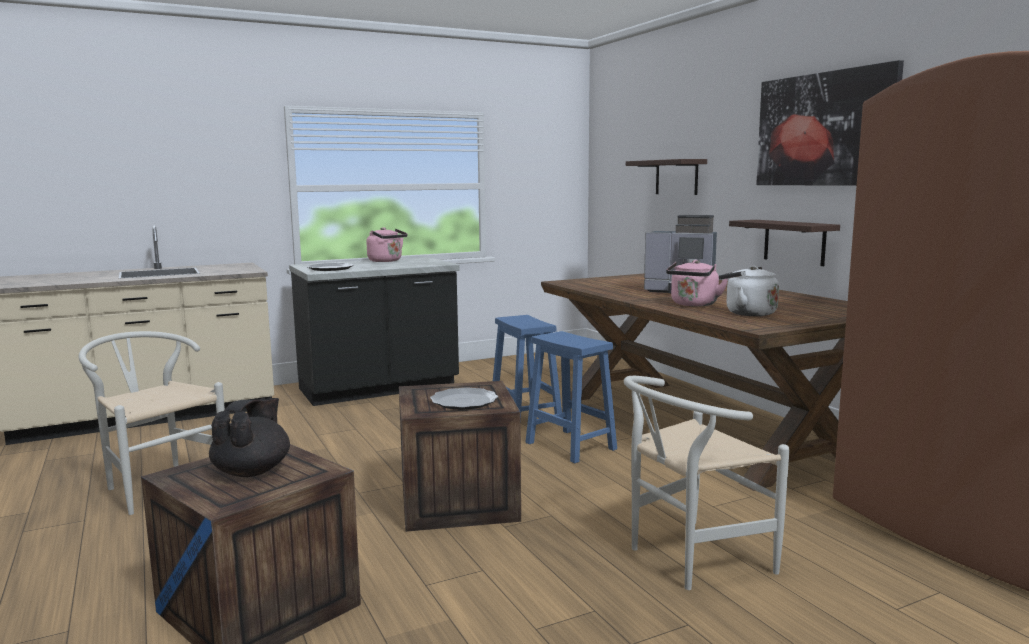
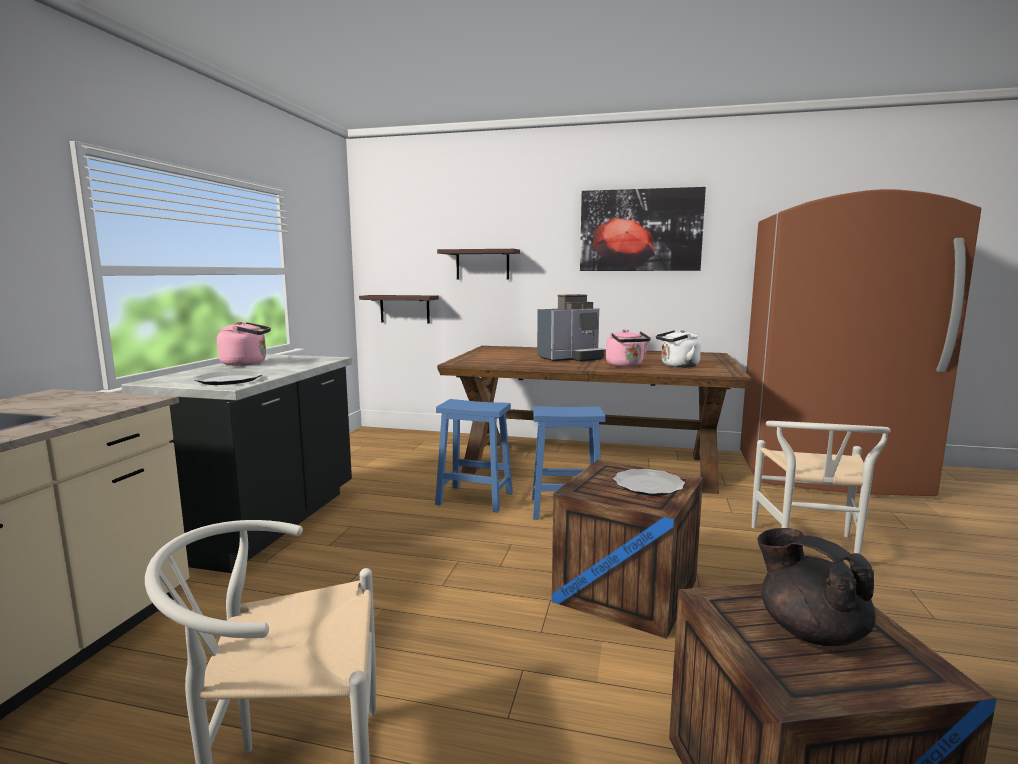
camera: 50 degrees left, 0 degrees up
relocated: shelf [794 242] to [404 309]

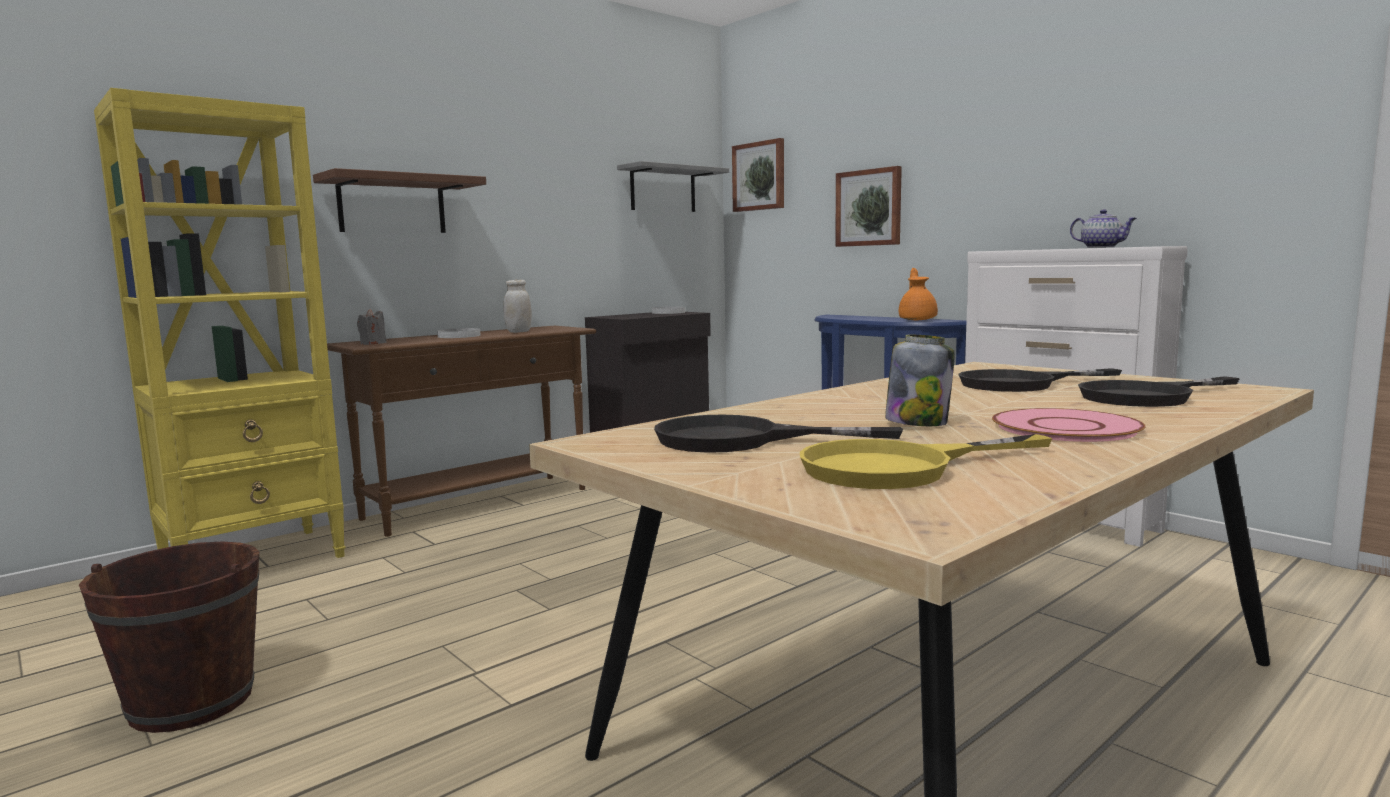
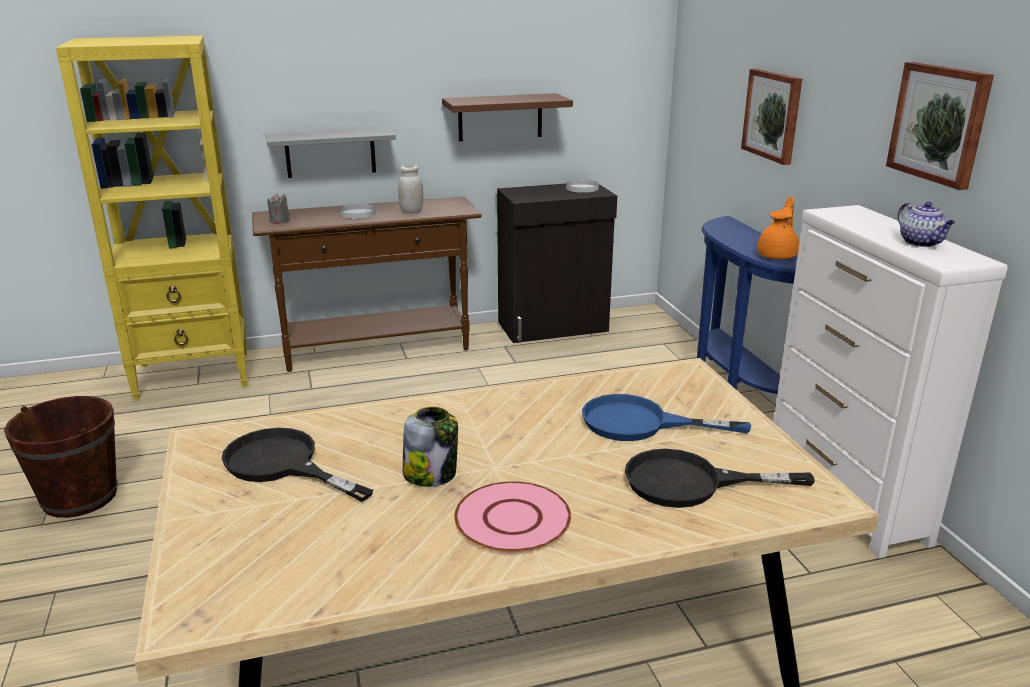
camera: 25 degrees right, 15 degrees up
missing: yellow frying pan [899 467]
relocated: grey shelf [663 189] to [330 152]; brown shelf [392 205] to [500 117]; picture [759 176] to [940 123]
colour: black frying pan [1021 384] to blue frying pan [640 423]

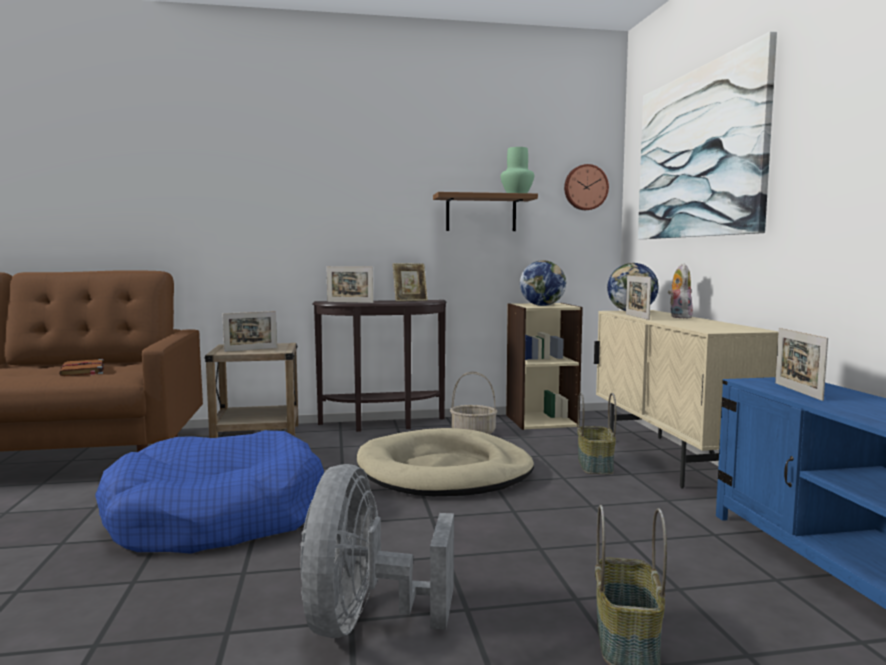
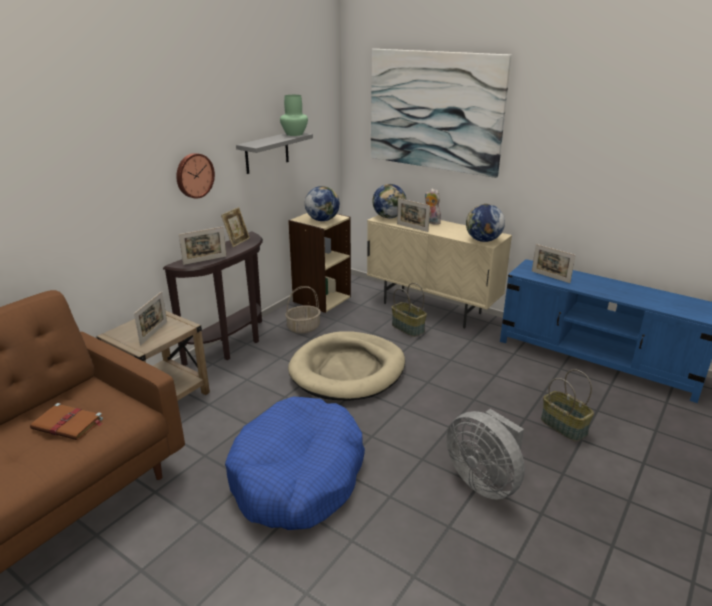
camera: 45 degrees left, 20 degrees up
appeared: globe [483 240]
relocated: wall clock [585 187] to [194 175]
colour: brown shelf [481 213] to grey shelf [267 152]

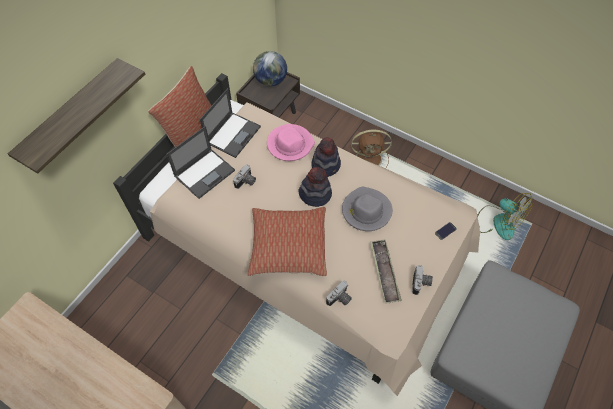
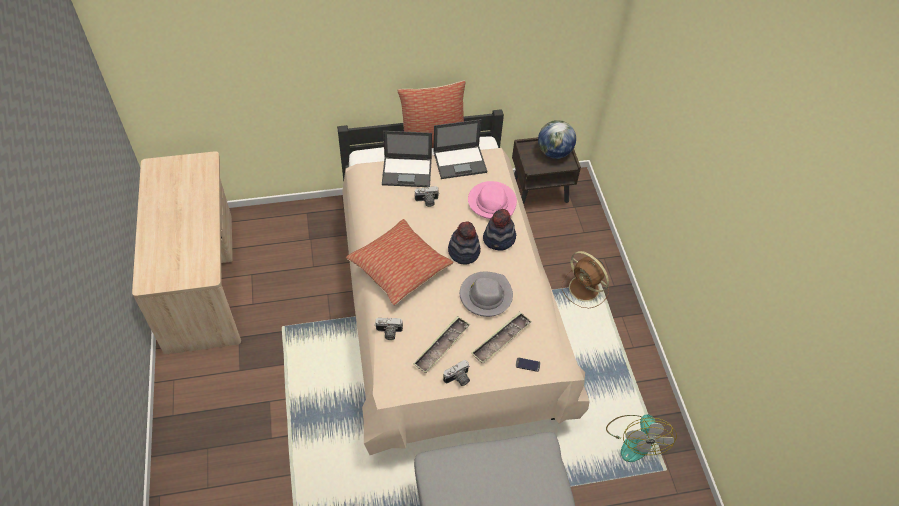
camera: 45 degrees right, 5 degrees down
missing: shelf [73 116]
appeared: tray [501 340]

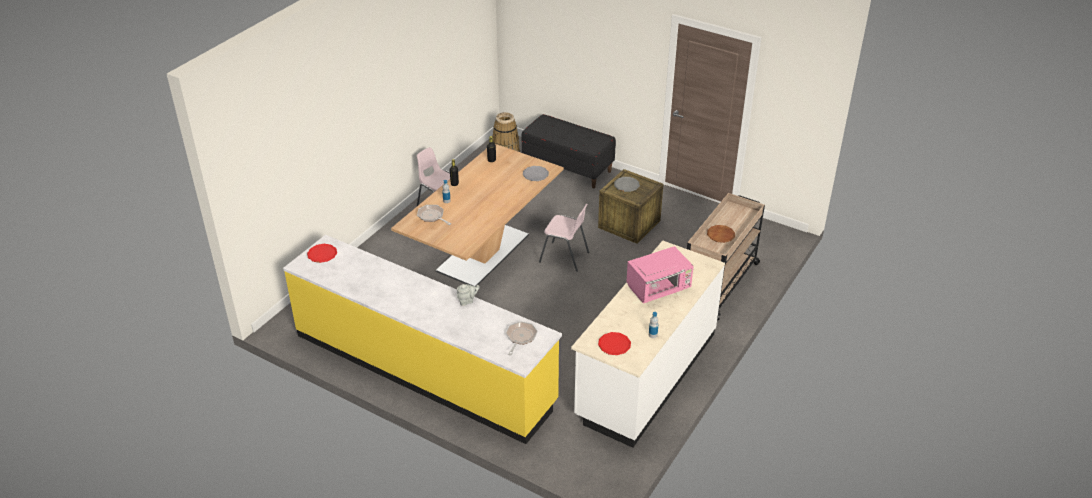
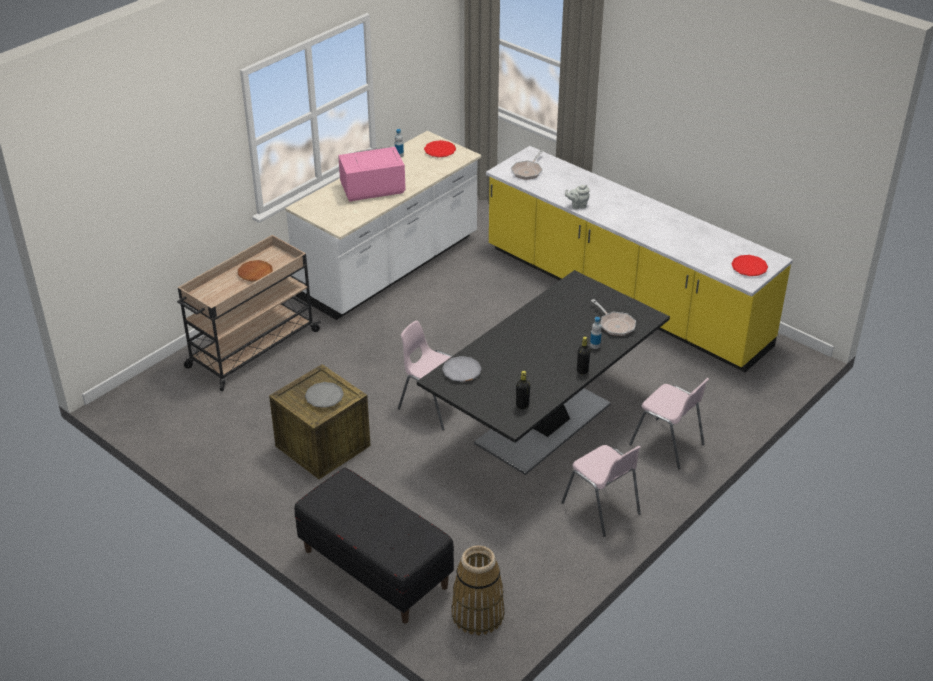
camera: 170 degrees left, 0 degrees up
appeared: pink chair [667 445]
colour: beige dining table [483 253] to black dining table [543 424]

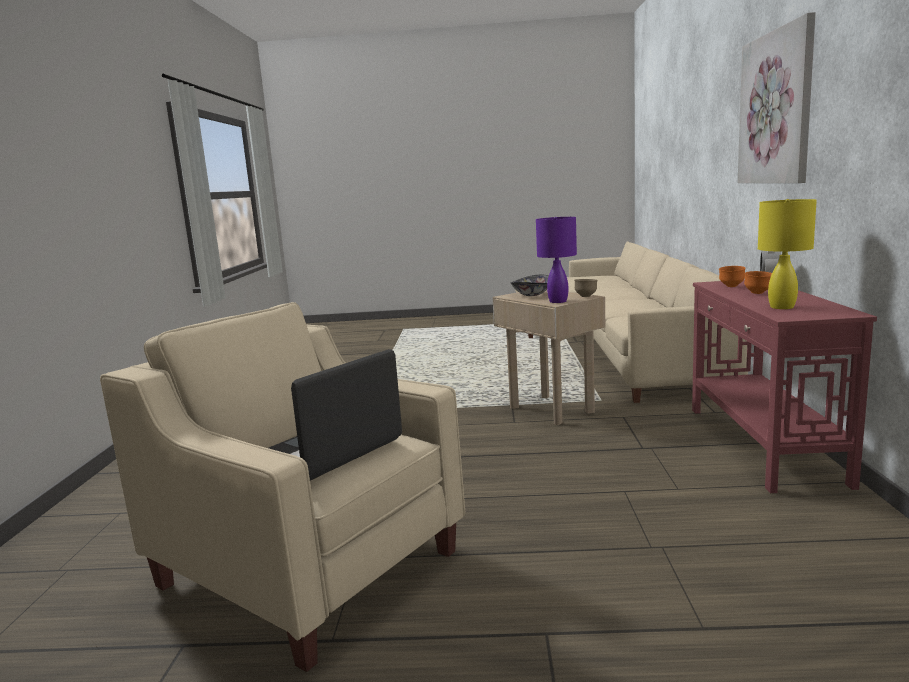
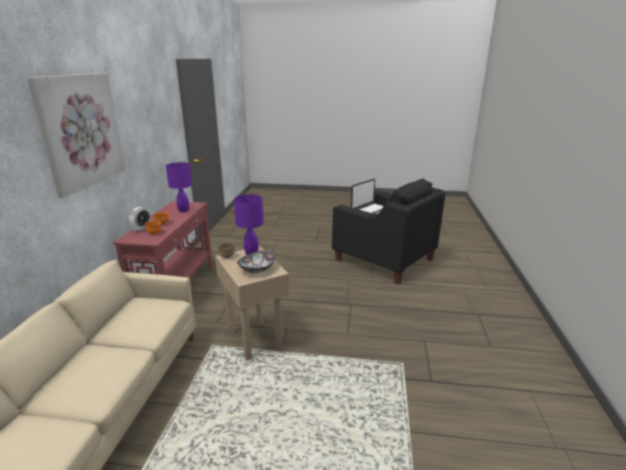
camera: 175 degrees left, 10 degrees up
colour: yellow table lamp [781 307] to purple table lamp [183 210]; beige armchair [309 568] to black armchair [383 260]

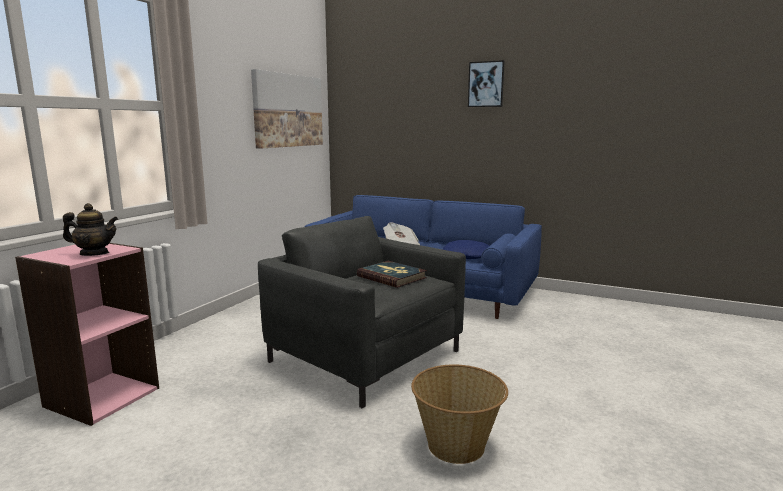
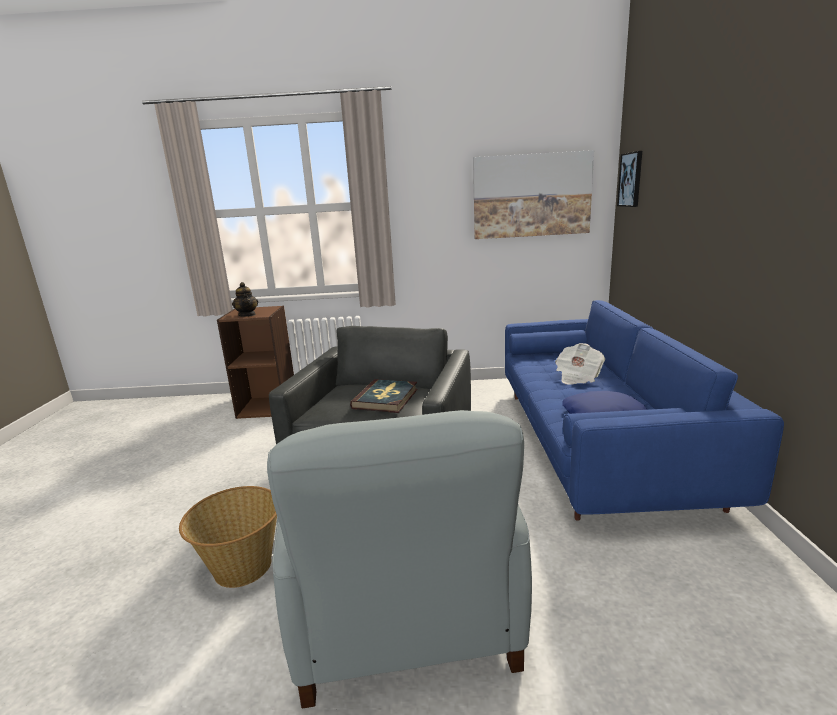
camera: 65 degrees right, 5 degrees up
appeared: grey armchair [404 609]
relocated: picture [486 84] to [631 179]
colour: pink bookcase [102 397] to brown bookcase [268 406]

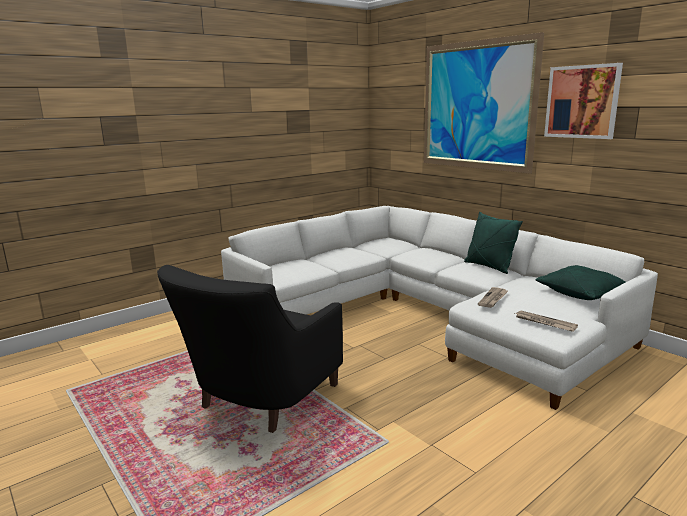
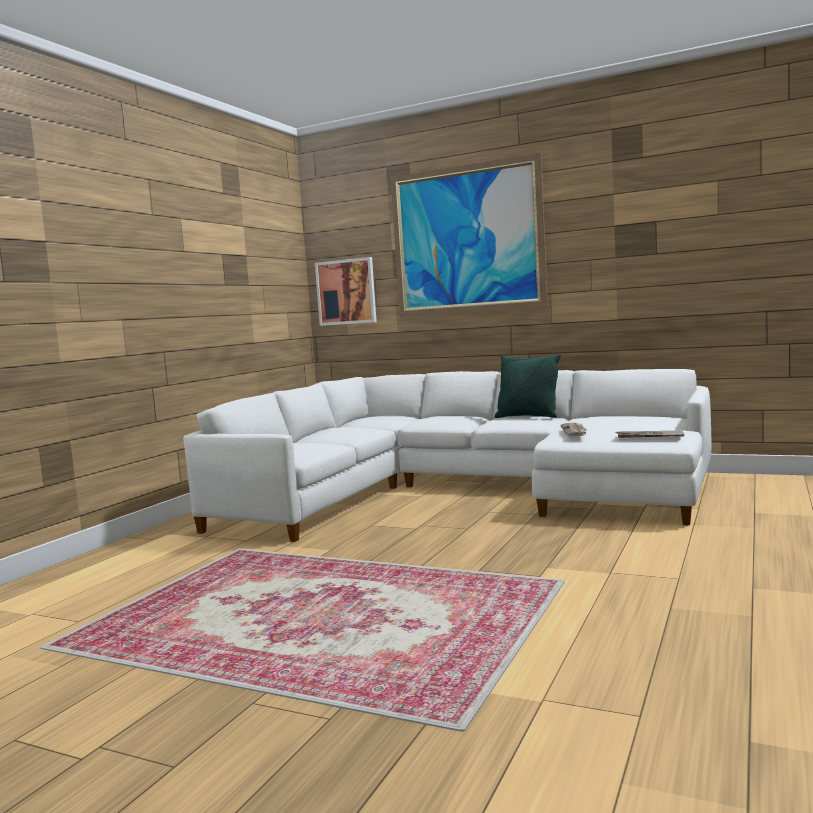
camera: 25 degrees left, 10 degrees down
missing: black armchair [259 401]; green pillow [581 293]
relocated: picture [582 102] to [346 292]

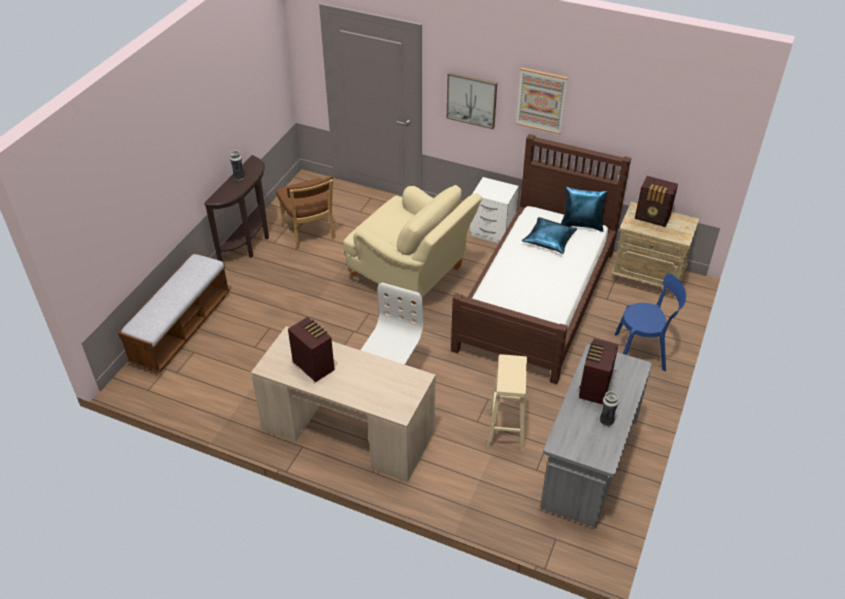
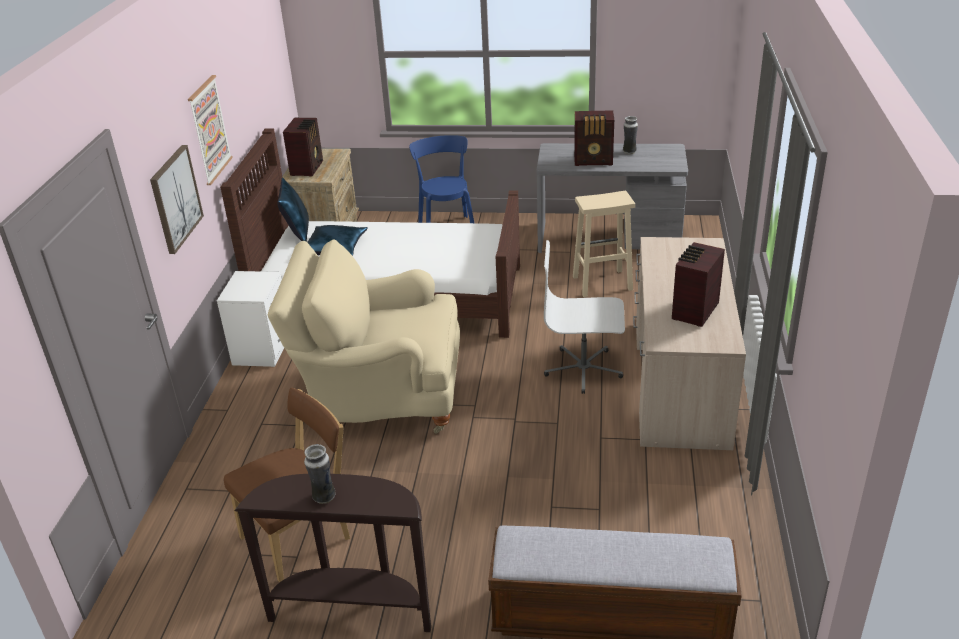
camera: 105 degrees left, 10 degrees down
spun: beige armchair [412 276] = [380 397] 105 degrees counterclockwise

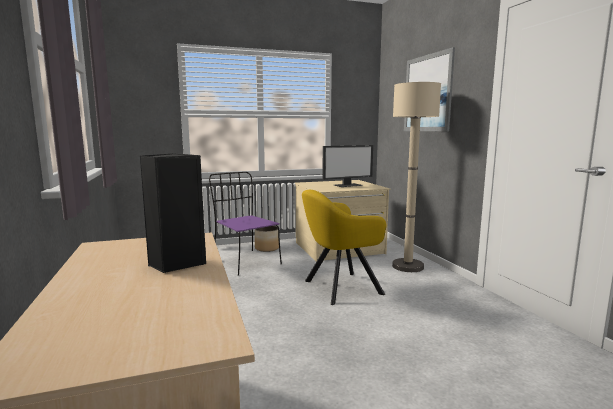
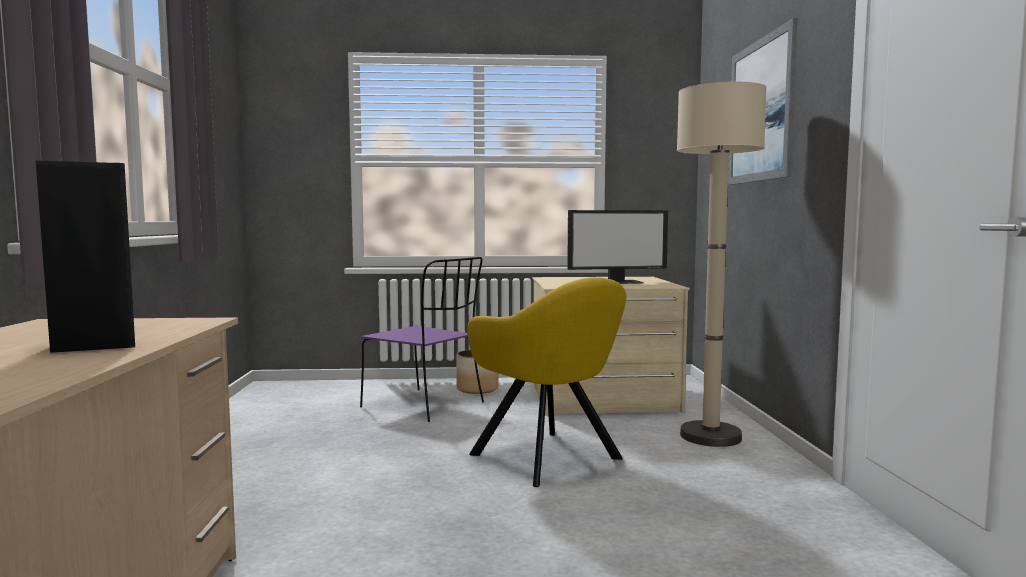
camera: 15 degrees right, 5 degrees down
spun: purple chair [245 261] = [425 405] 150 degrees clockwise; yellow armchair [338 288] = [550 459] 120 degrees counterclockwise

